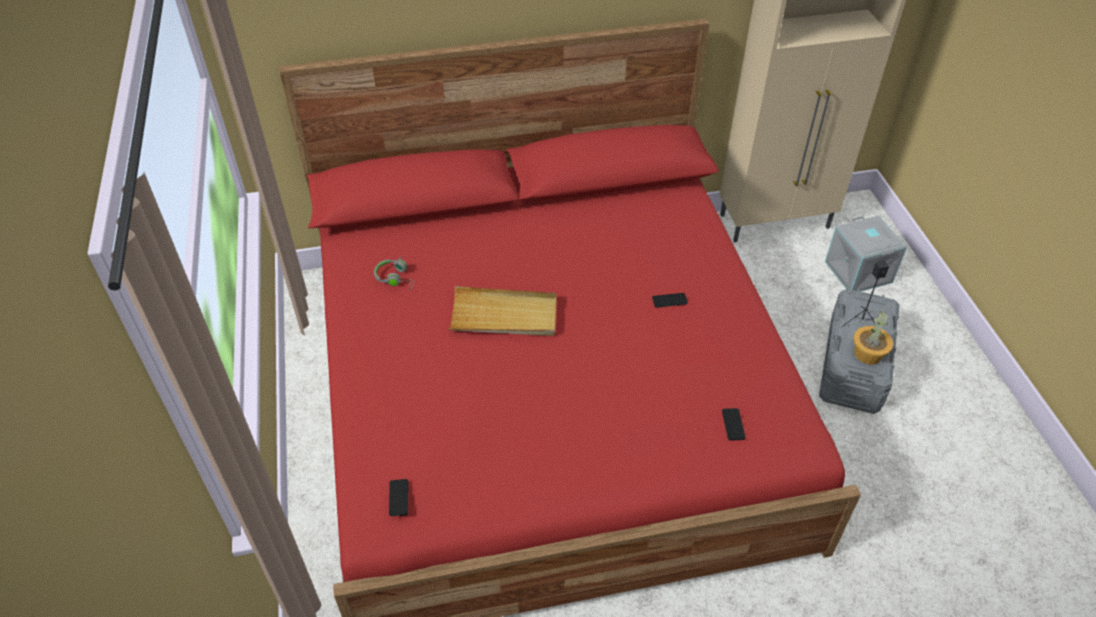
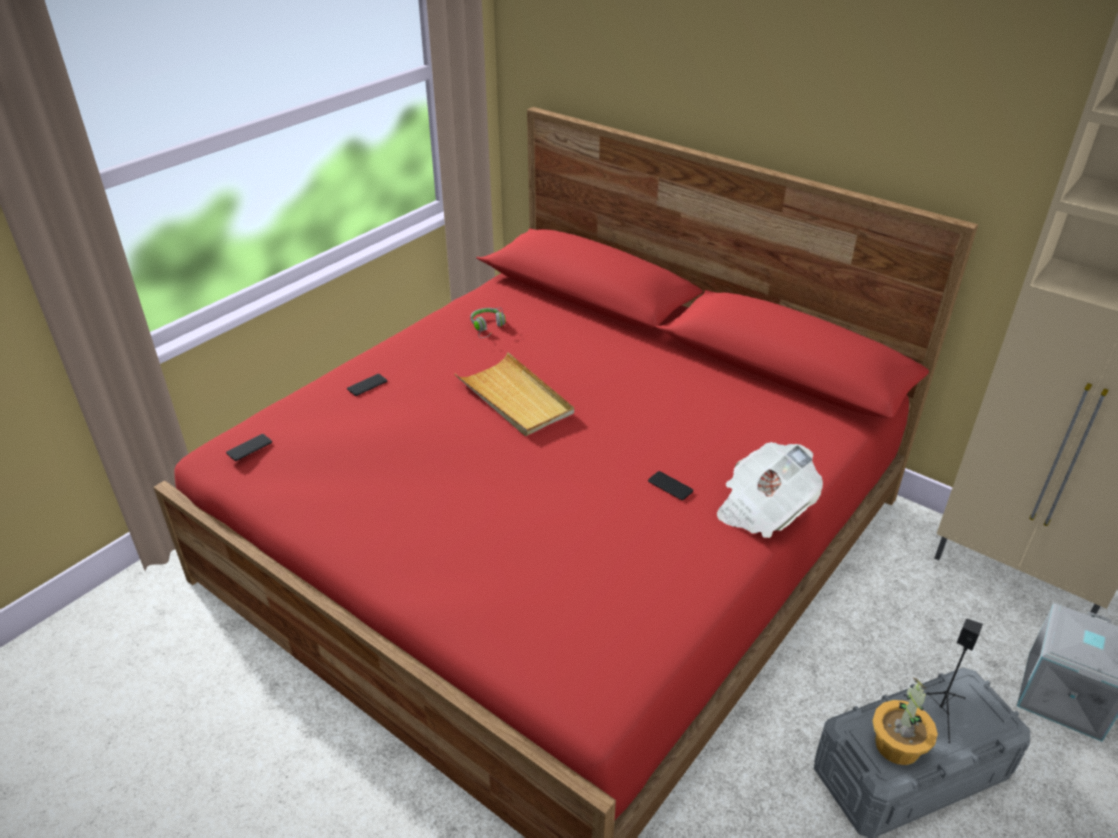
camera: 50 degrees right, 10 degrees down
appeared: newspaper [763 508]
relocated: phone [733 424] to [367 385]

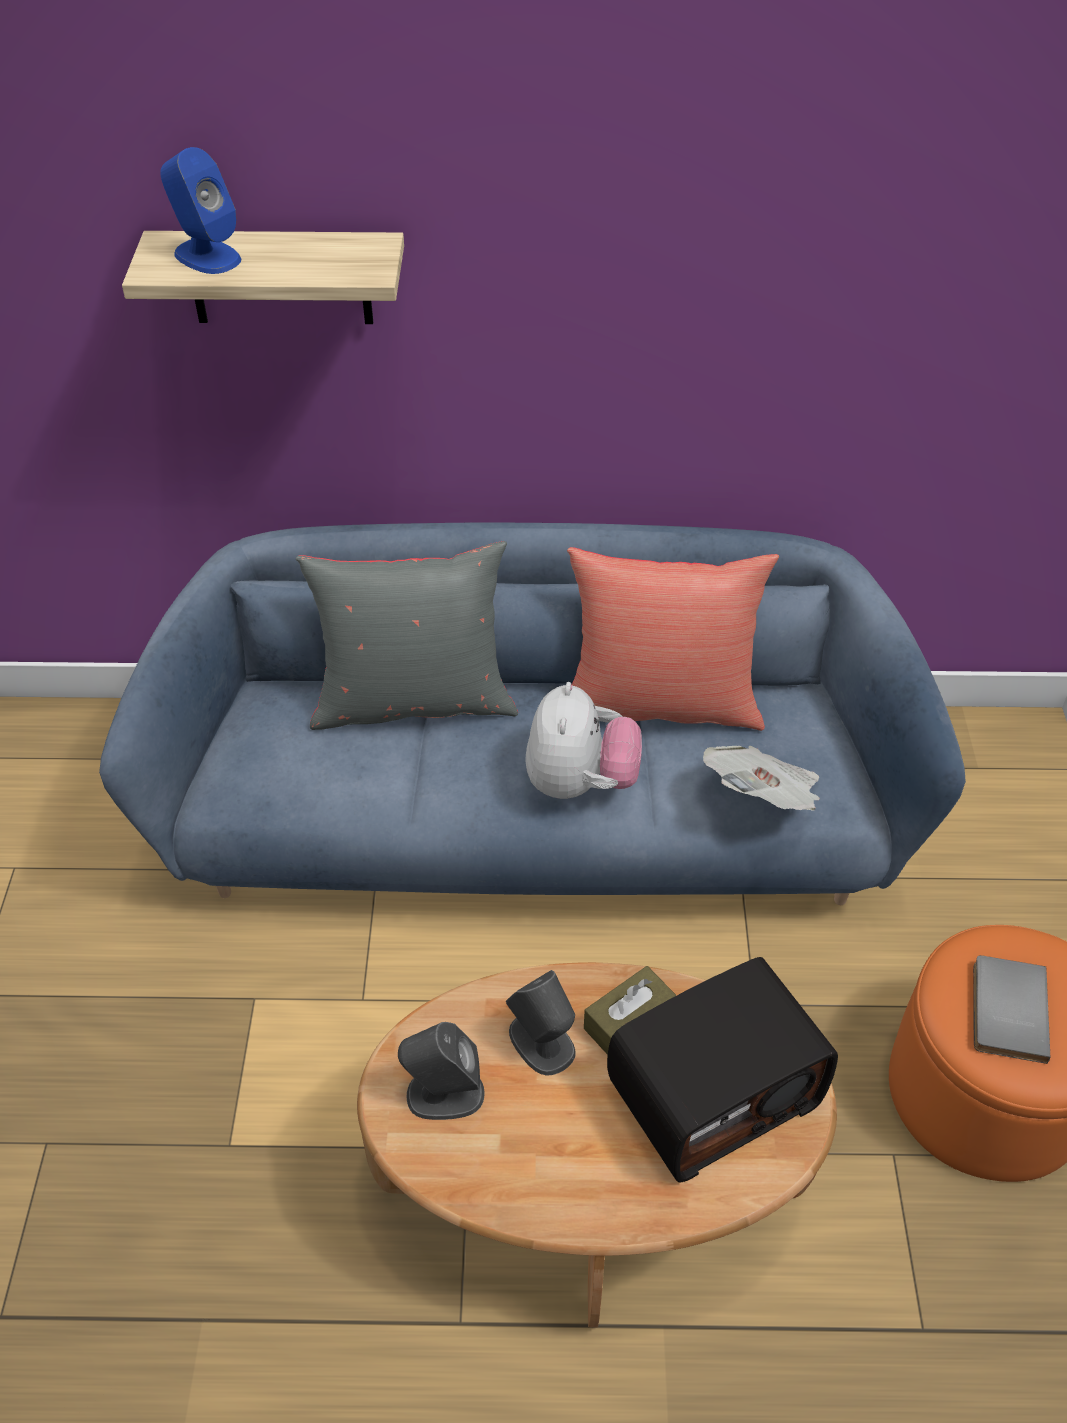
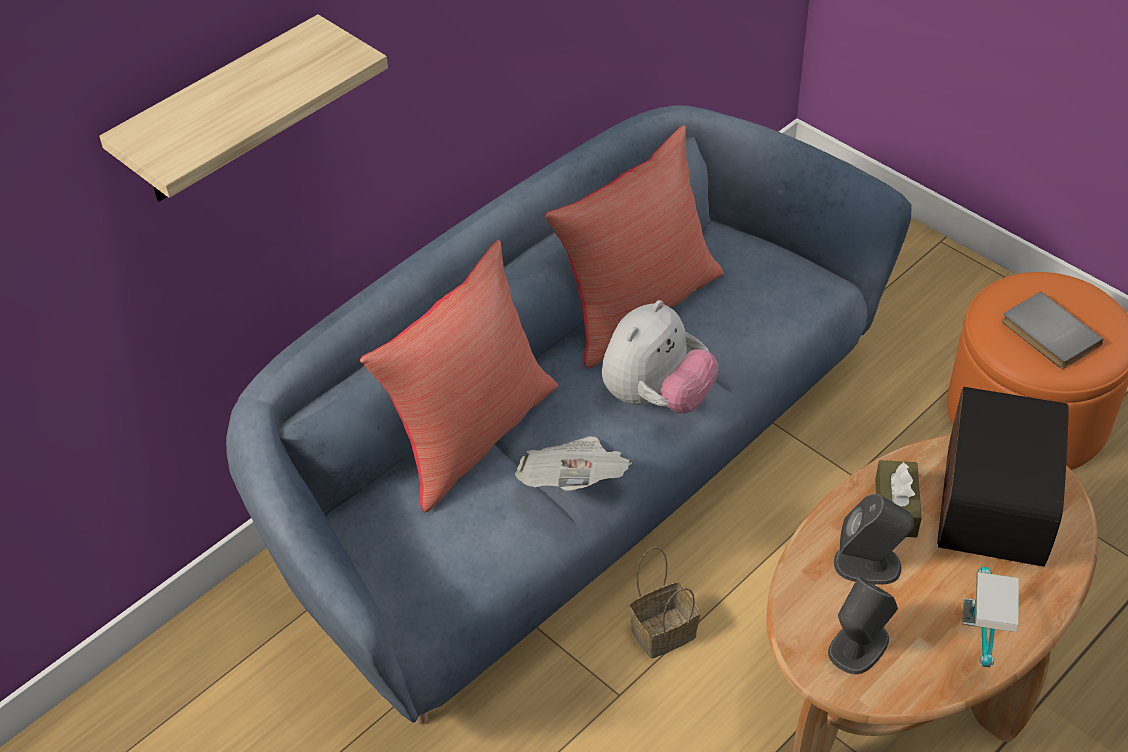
camera: 45 degrees left, 0 degrees up
missing: blue speaker [207 256]
appeared: basket [664 631]; table lamp [975 654]
relocated: newspaper [763 797] to [574 483]
colour: grey pillow [413 701] to red pillow [470 434]
spun: plush toy [580 782] = [656 398] 75 degrees clockwise

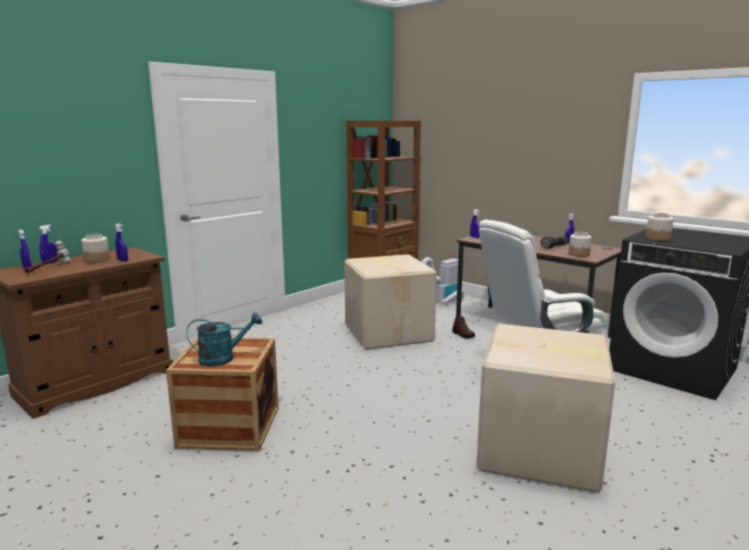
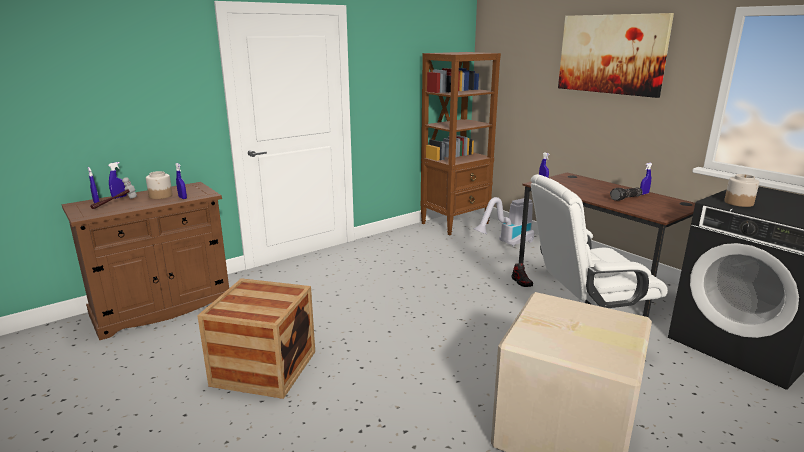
camera: 10 degrees right, 5 degrees up
missing: turquoise watering can [223 358]; cardboard box [389 332]; jar [578 254]
appeared: picture [611 54]

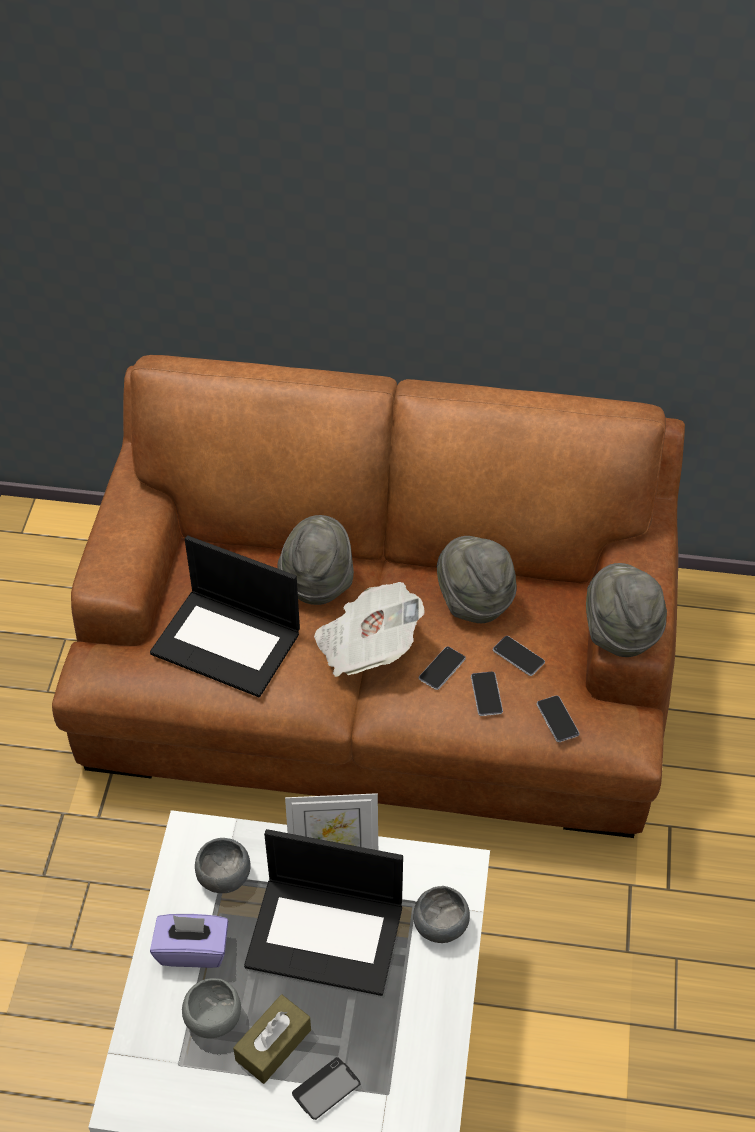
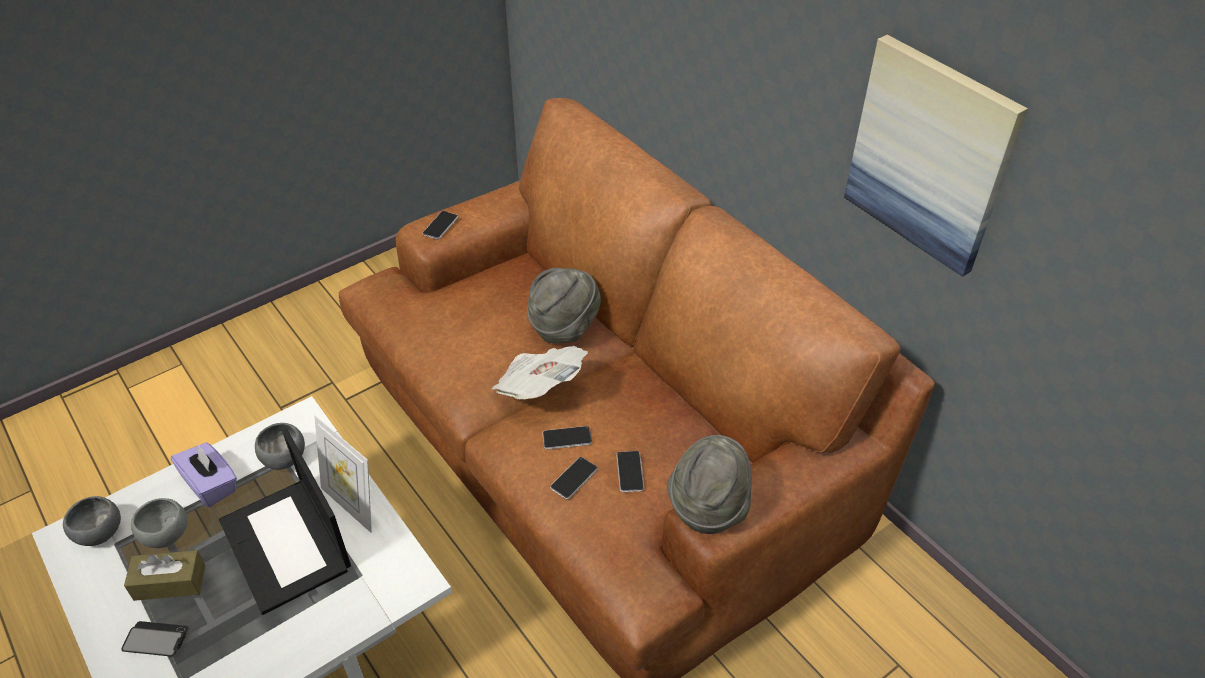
camera: 45 degrees right, 5 degrees down
missing: laptop [228 642]; grey hat [474 600]
appeared: picture [930 155]
relocated: grey bowl [442 925] to [100 534]; phone [557 719] to [440 226]

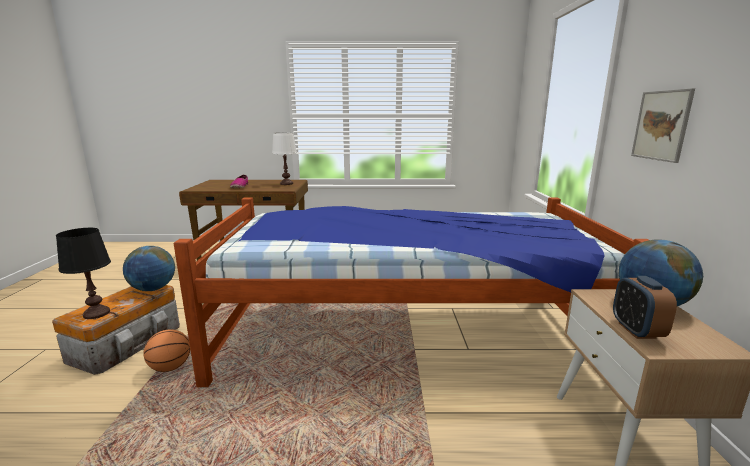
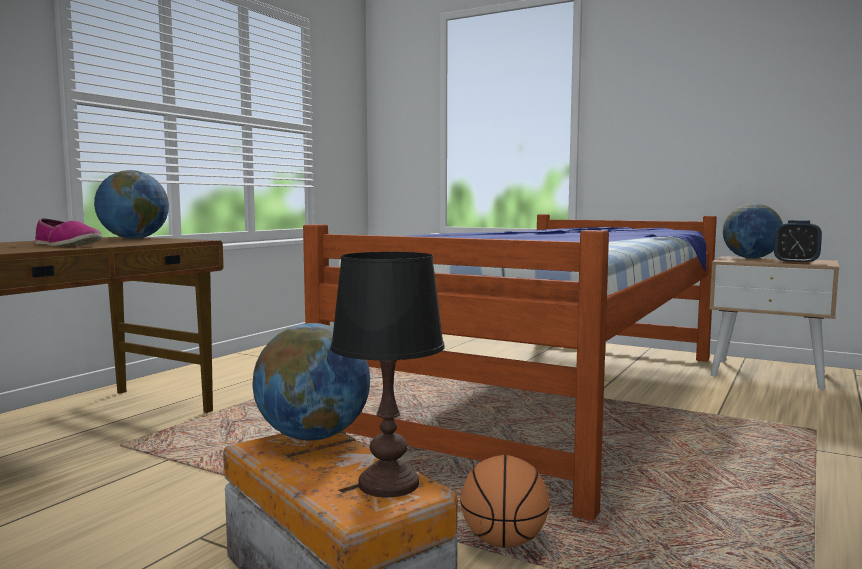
camera: 60 degrees left, 10 degrees down
missing: picture [661 125]
exchanged: white table lamp [286 184] to globe [134 238]

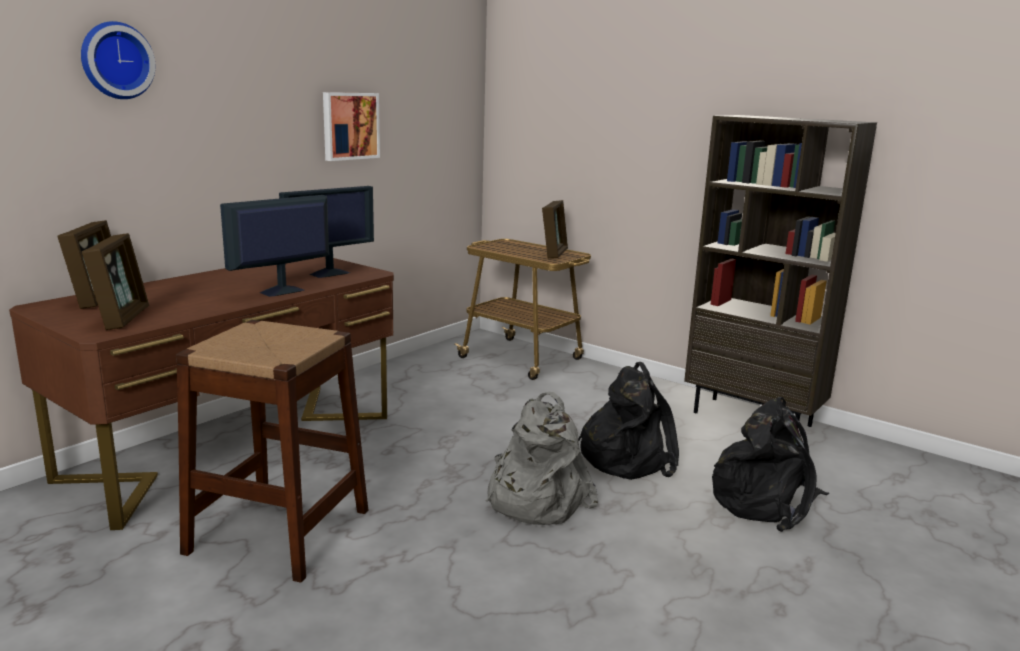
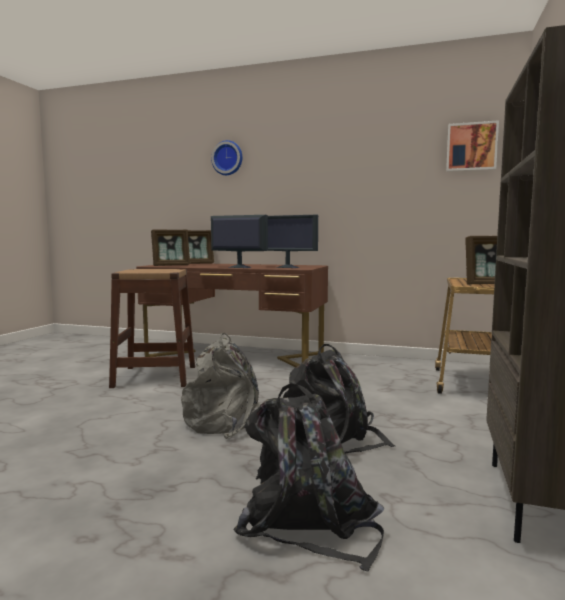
camera: 70 degrees right, 10 degrees down
relocated: picture [349 126] to [471 147]

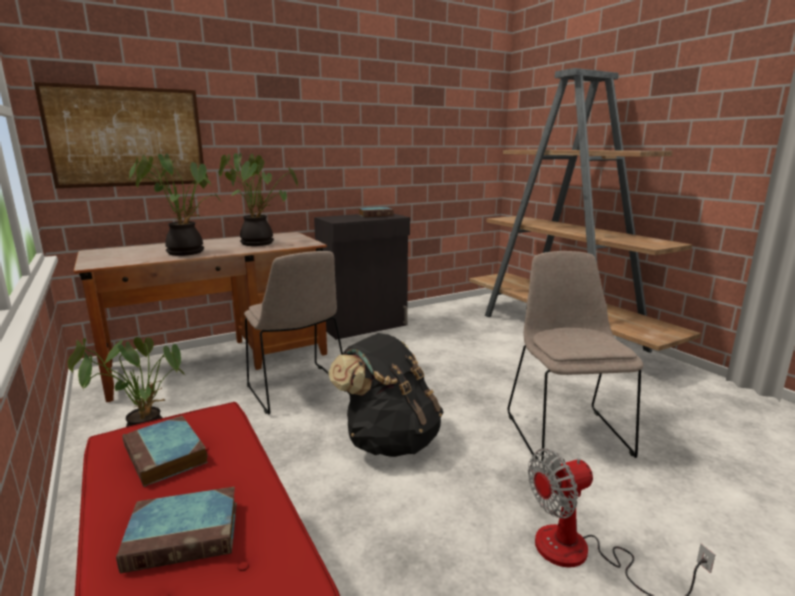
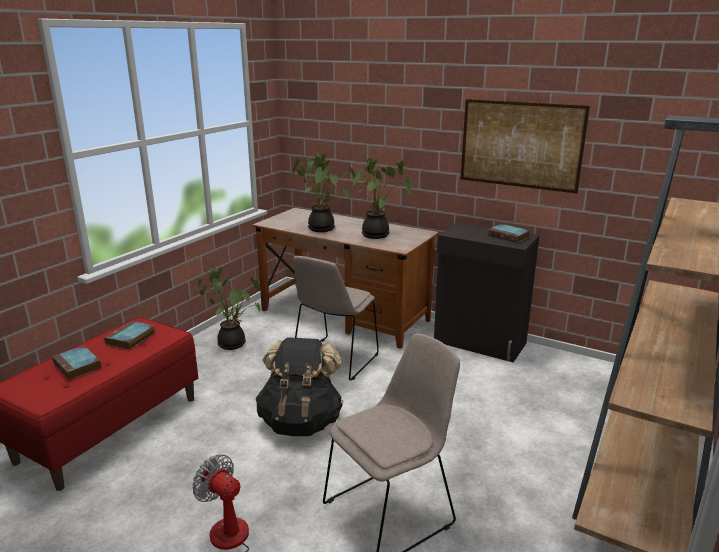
camera: 60 degrees right, 5 degrees up
relocated: picture [128 137] to [520 145]

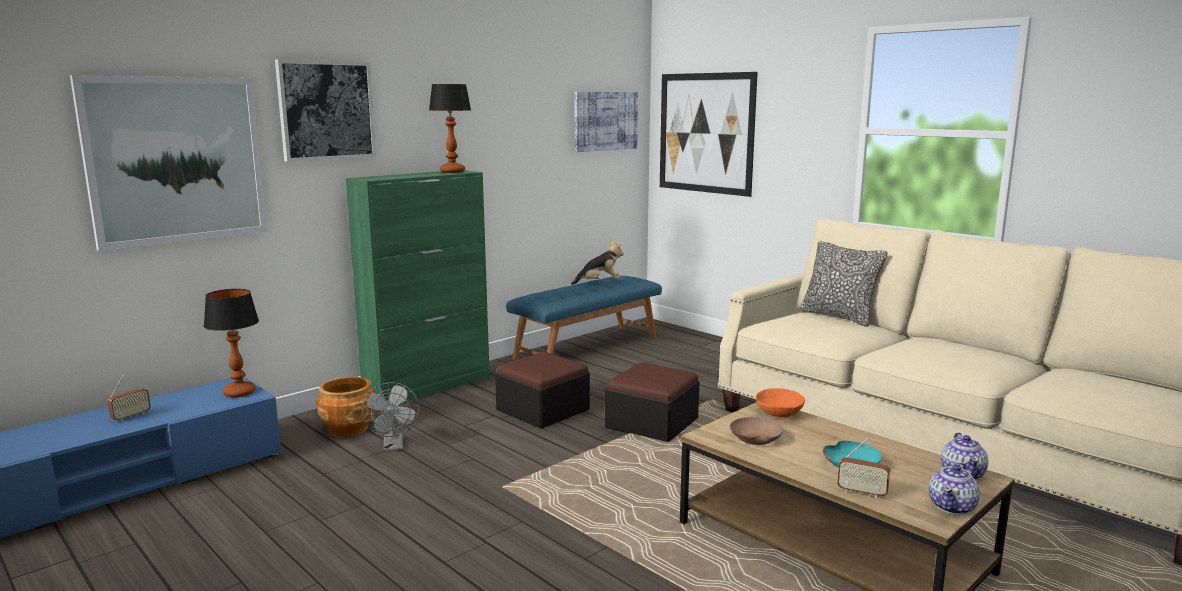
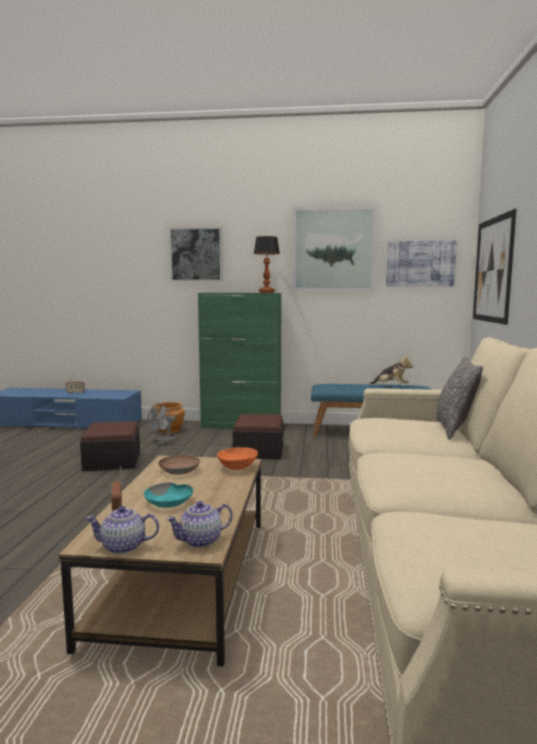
camera: 50 degrees right, 5 degrees down
missing: table lamp [239 393]
relocated: ottoman [652 423] to [112 461]; picture [176 160] to [333 250]

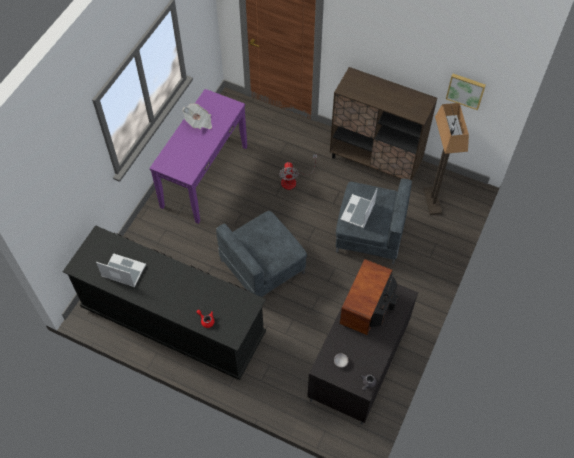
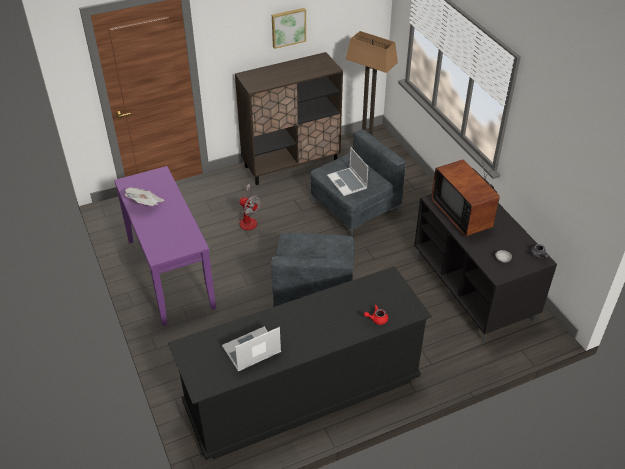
camera: 50 degrees left, 15 degrees down
relocated: picture [466 90] to [288 27]

